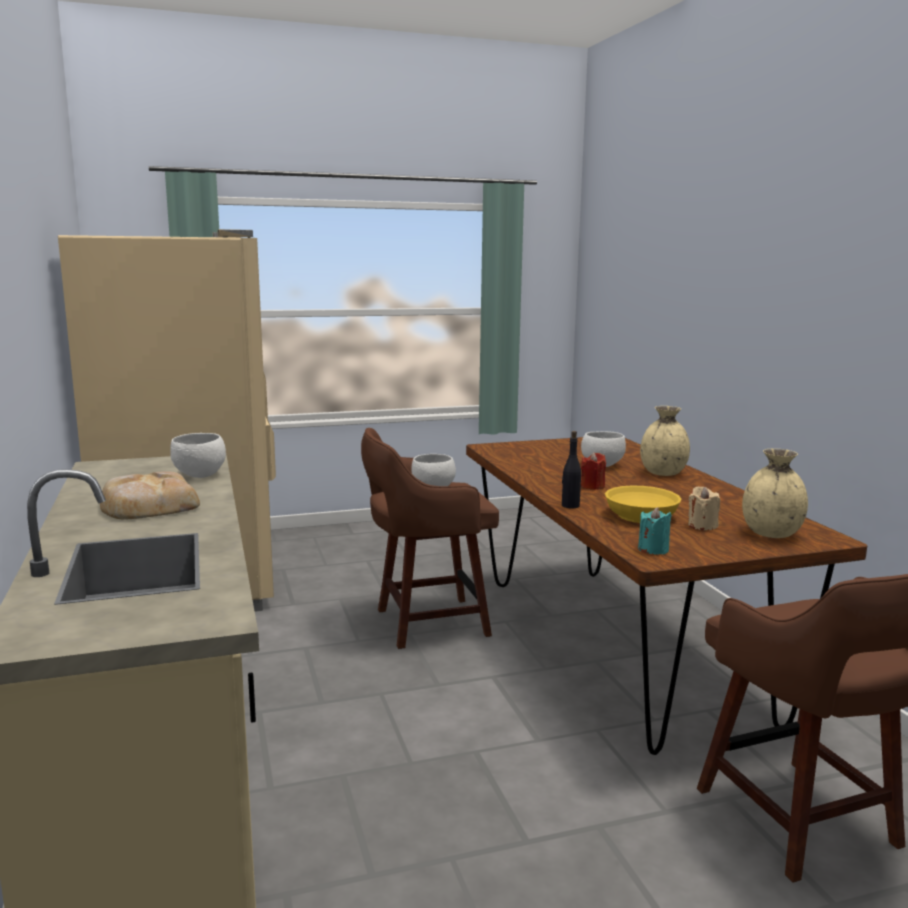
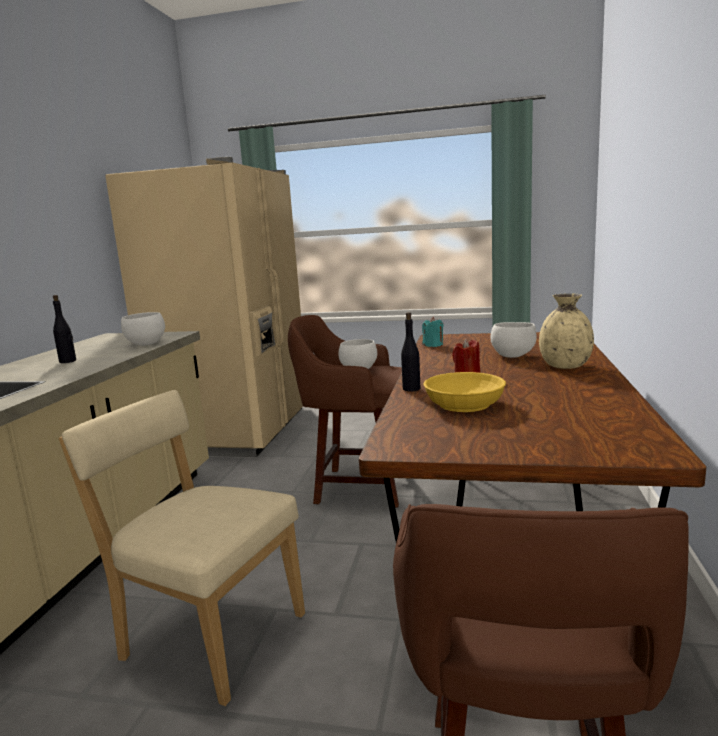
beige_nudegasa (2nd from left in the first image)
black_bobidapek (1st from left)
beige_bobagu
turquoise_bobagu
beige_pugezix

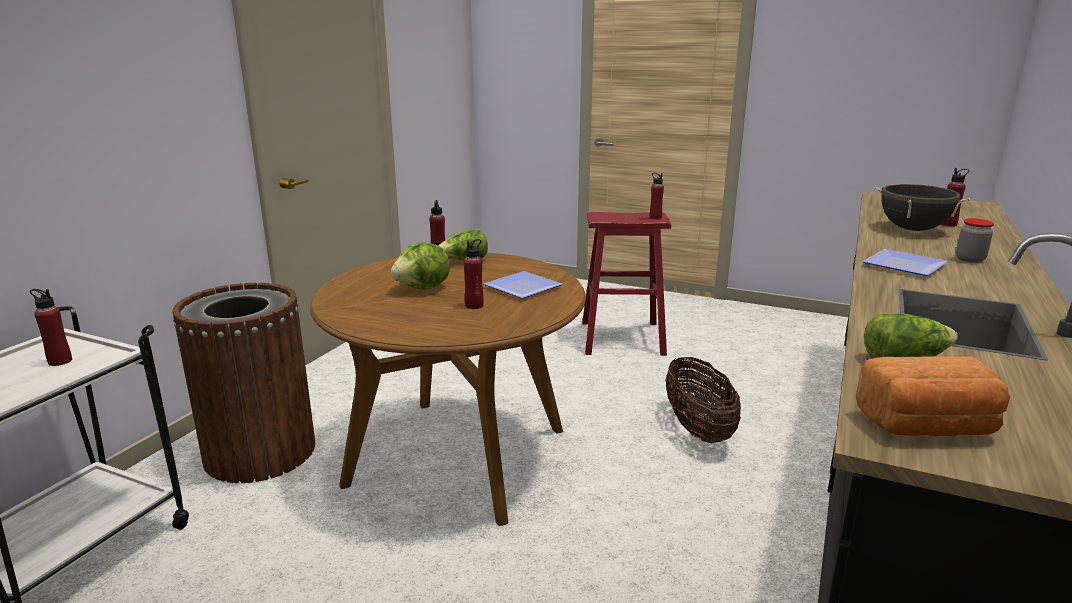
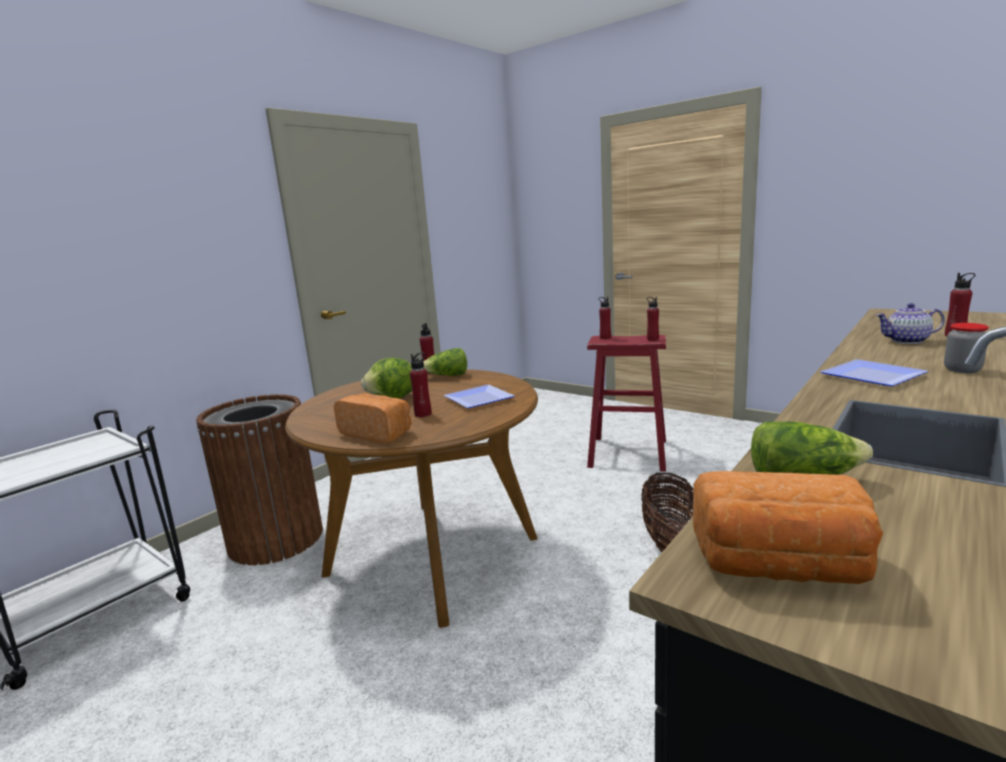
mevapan
red_bobidapek (3rd from left)
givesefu (1st from left)

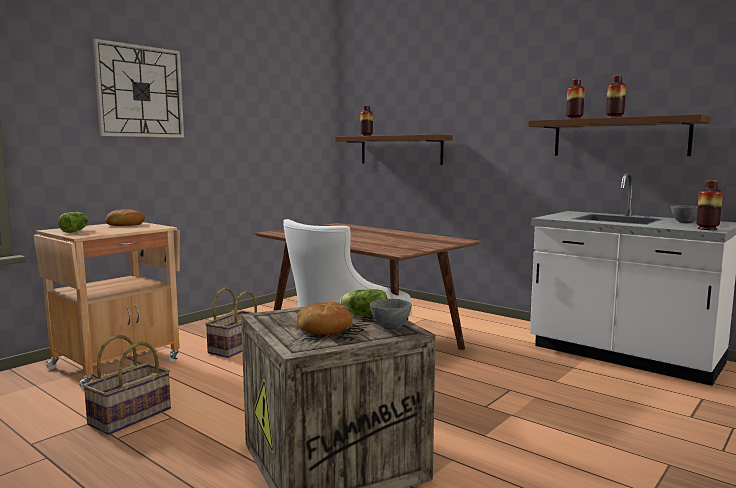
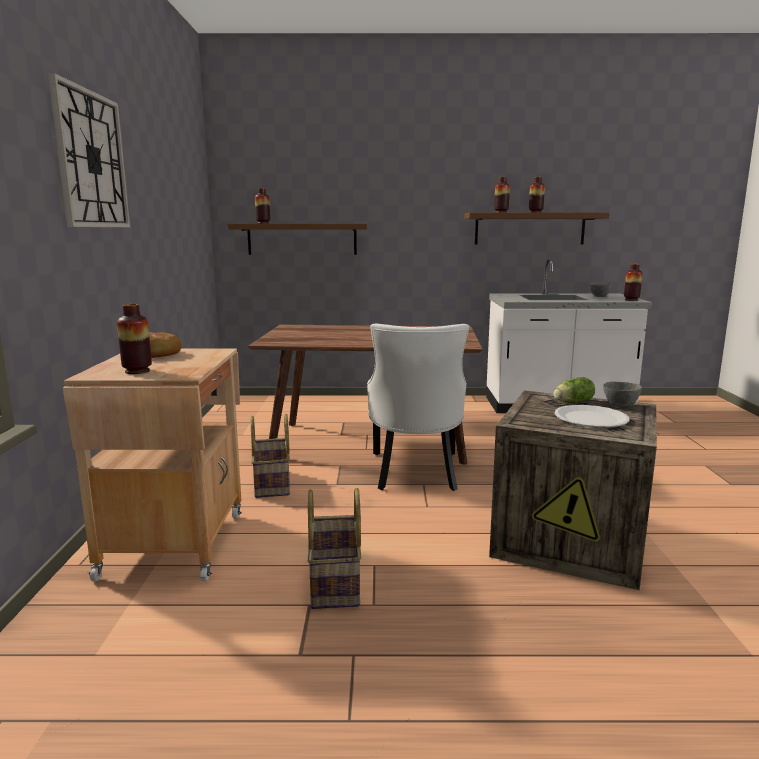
nudegasa (1st from left)
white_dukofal

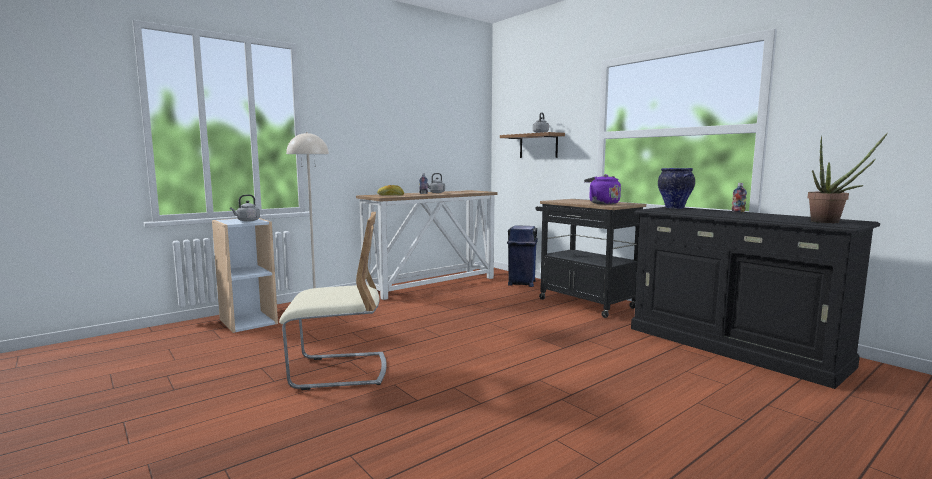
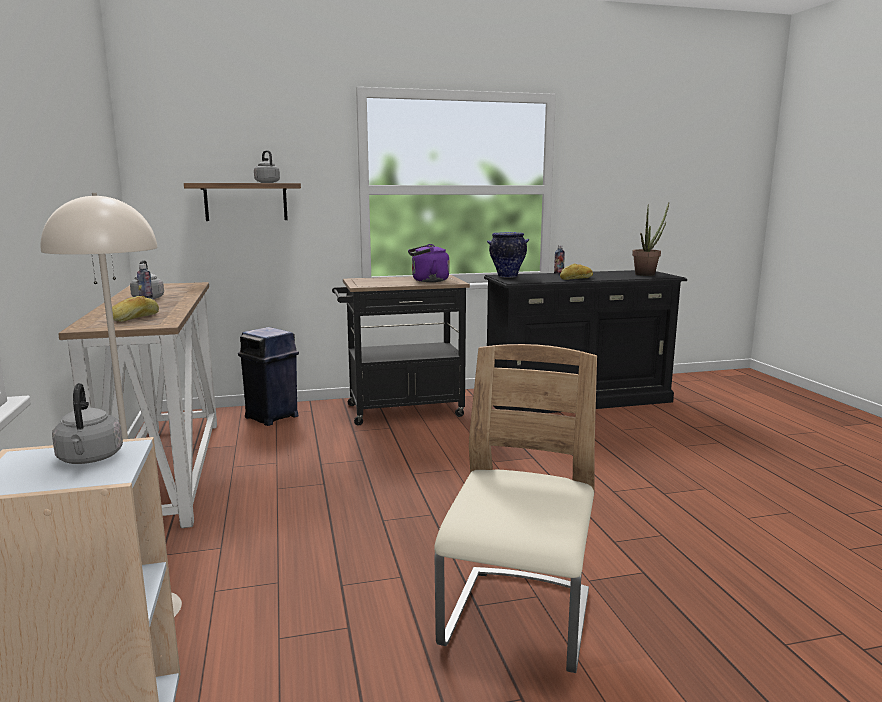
givesefu (2nd from left)

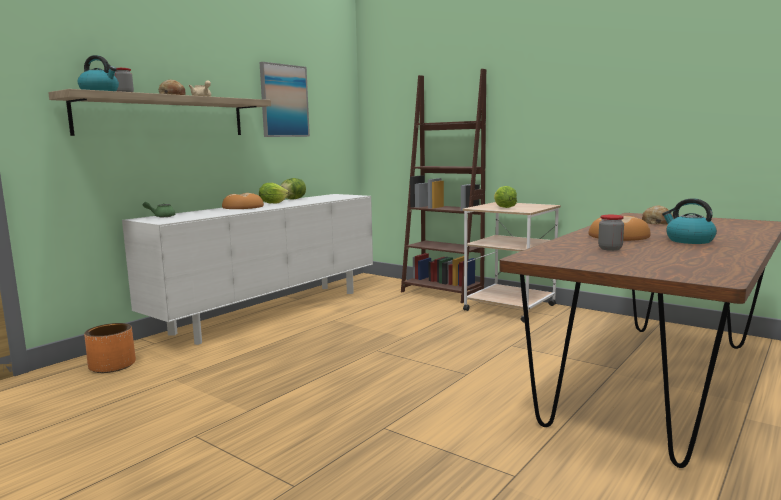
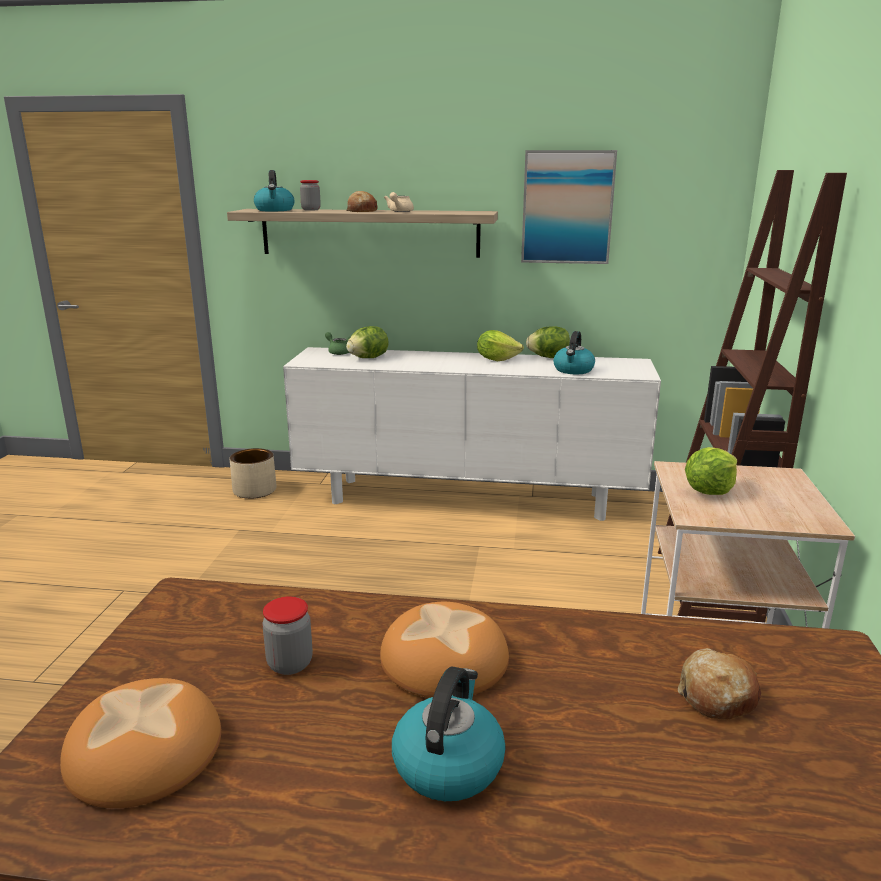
givesefu (1st from left)
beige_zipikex
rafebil (1st from left)
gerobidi (3rd from left)

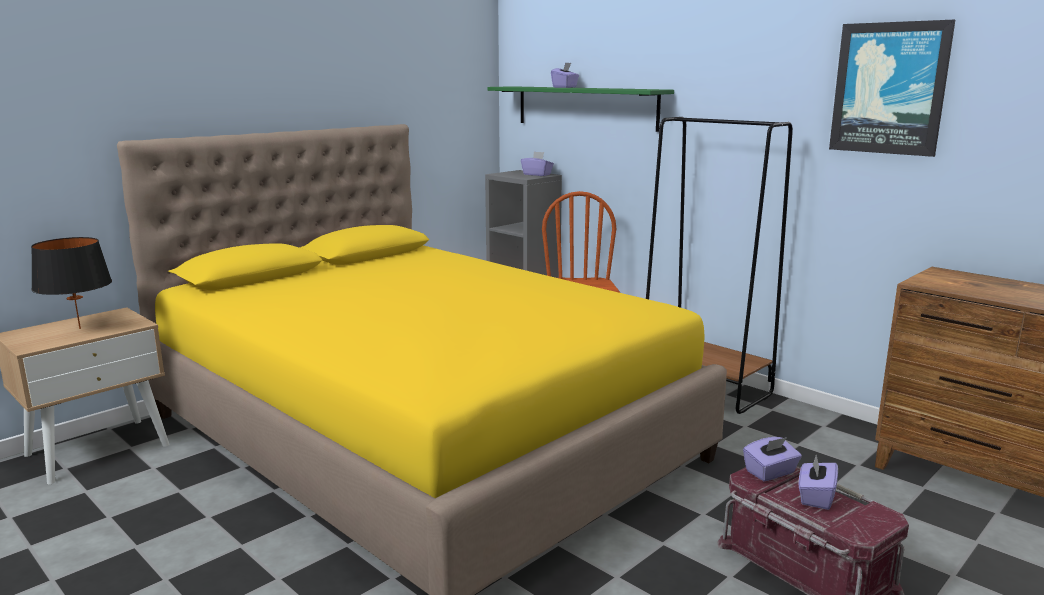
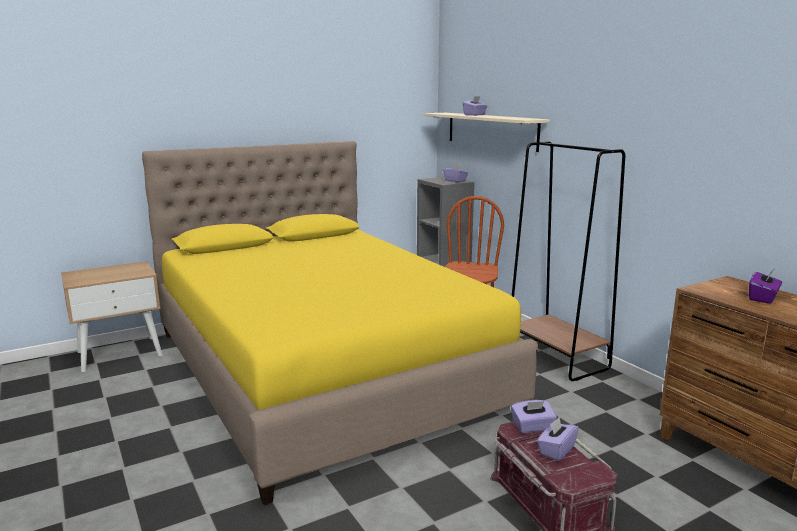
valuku
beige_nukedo
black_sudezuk
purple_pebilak (5th from left)

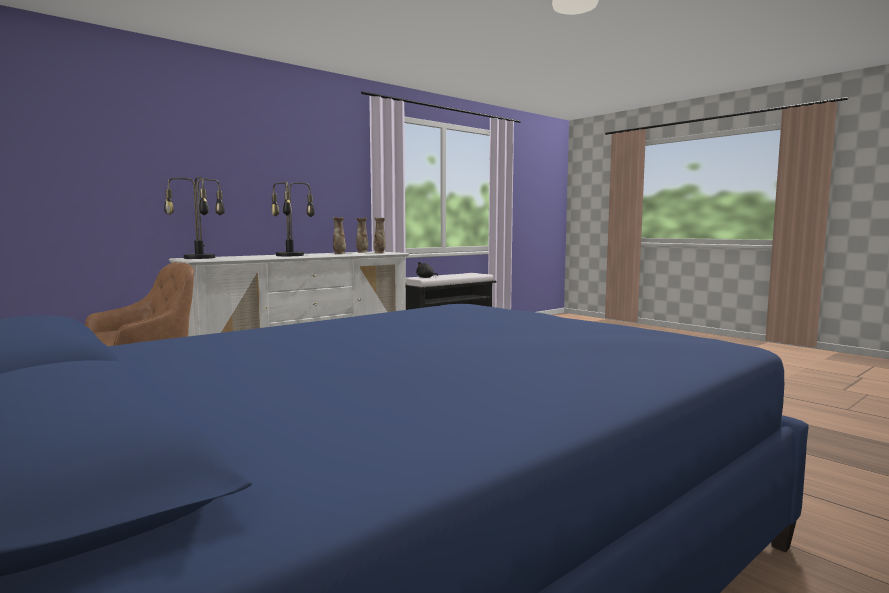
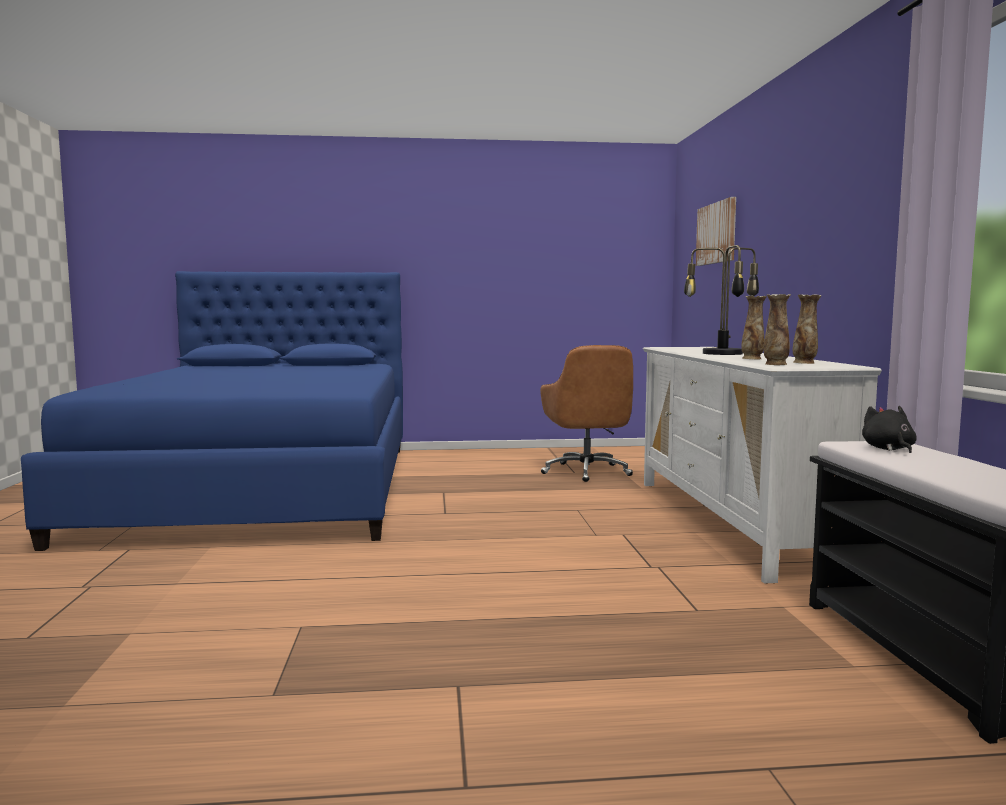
sudezuk (1st from left in the first image)
valuku

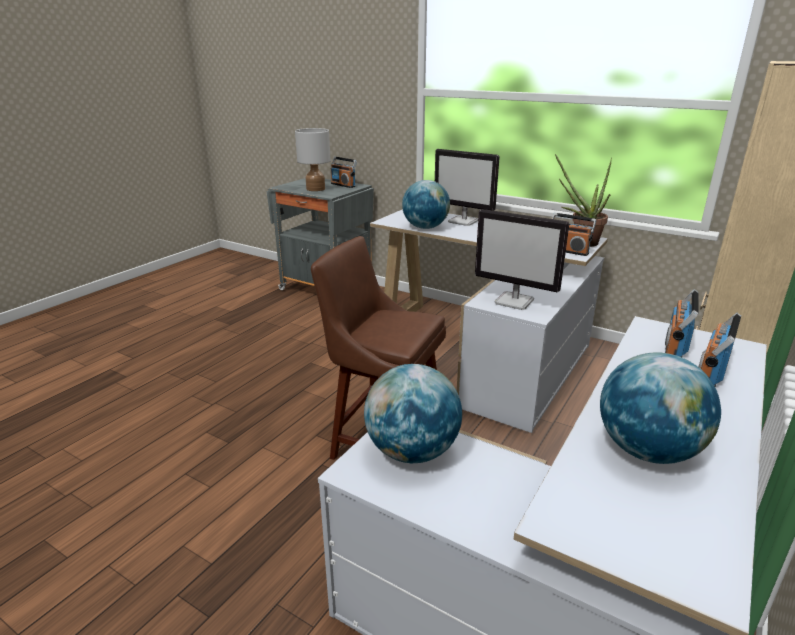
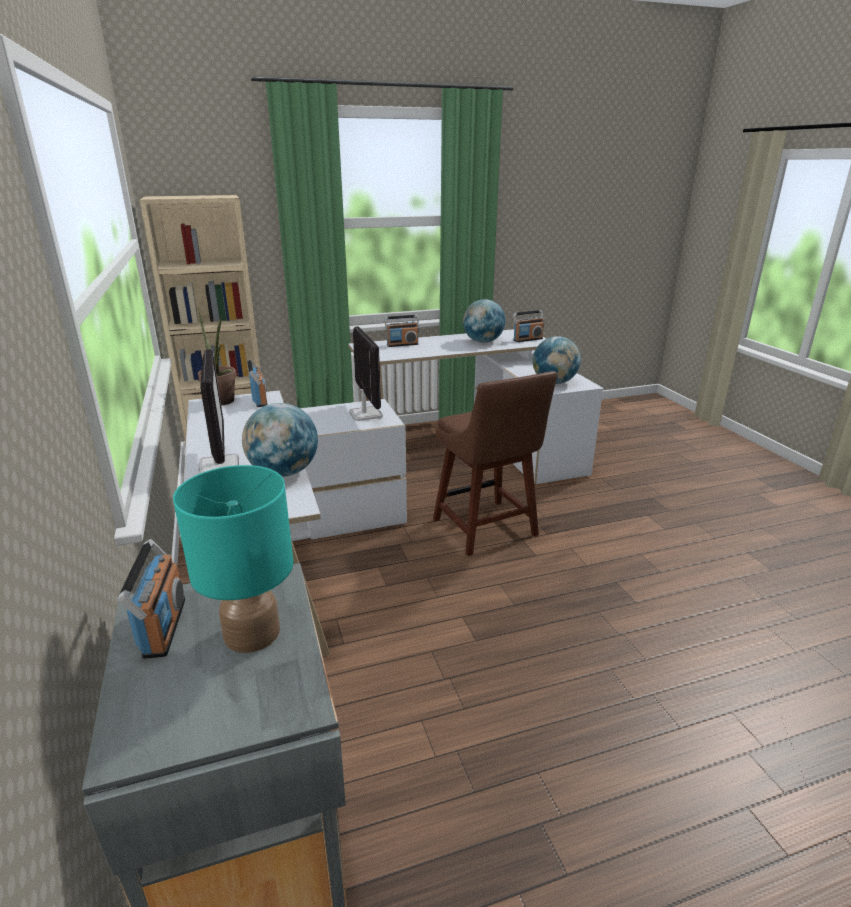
turquoise_sudezuk
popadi (4th from left)

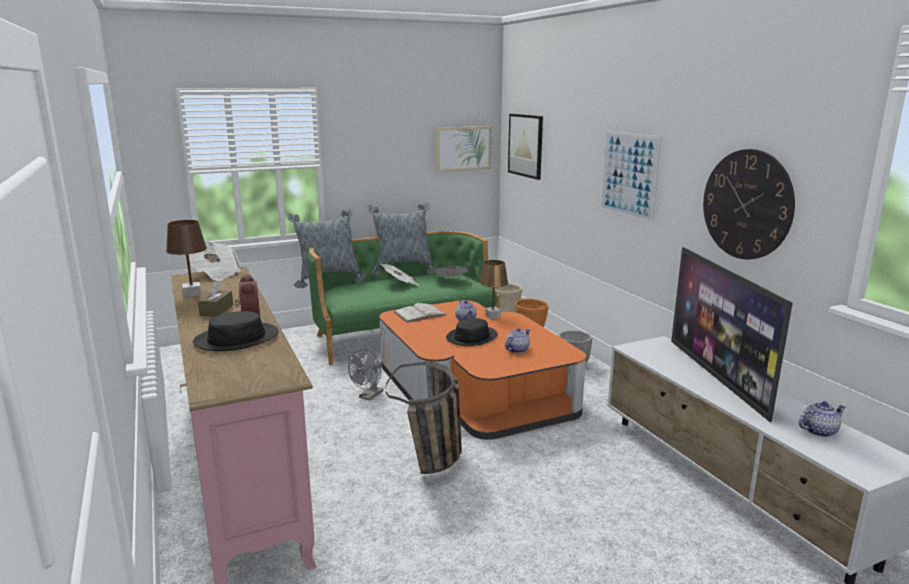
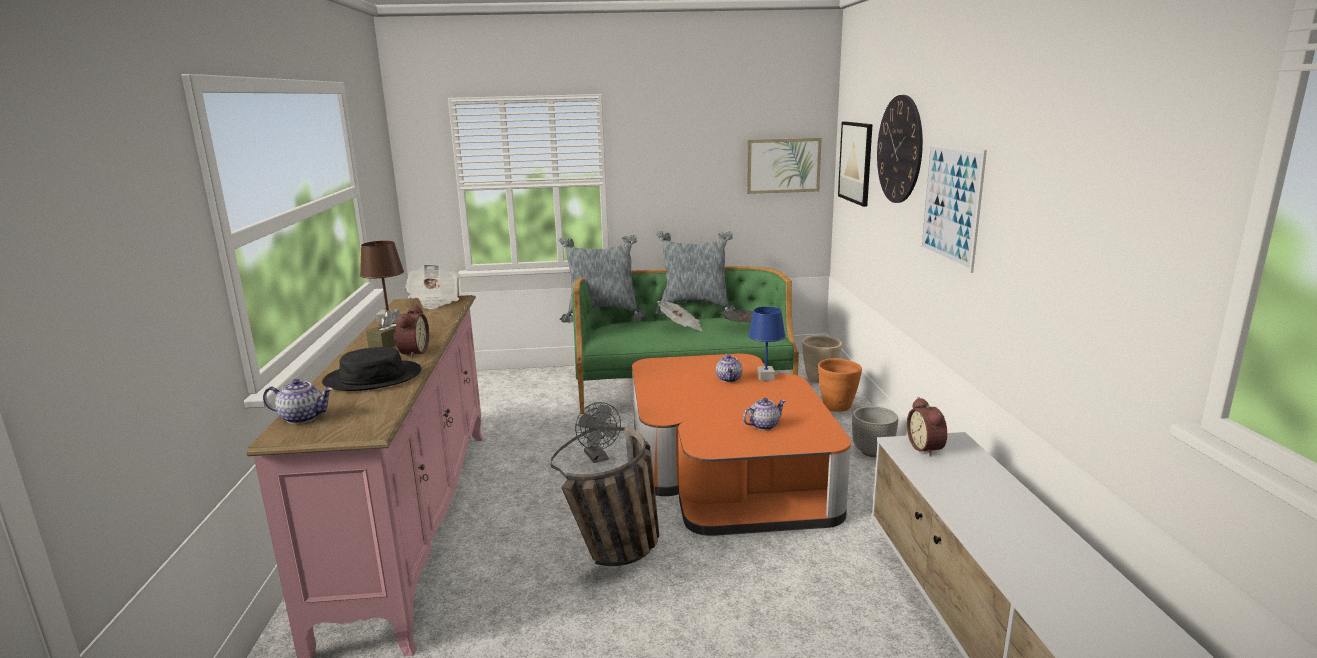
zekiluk
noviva
blue_sudezuk
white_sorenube
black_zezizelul (2nd from left in the first image)
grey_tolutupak
mevapan (1st from left)
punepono (2nd from left)

